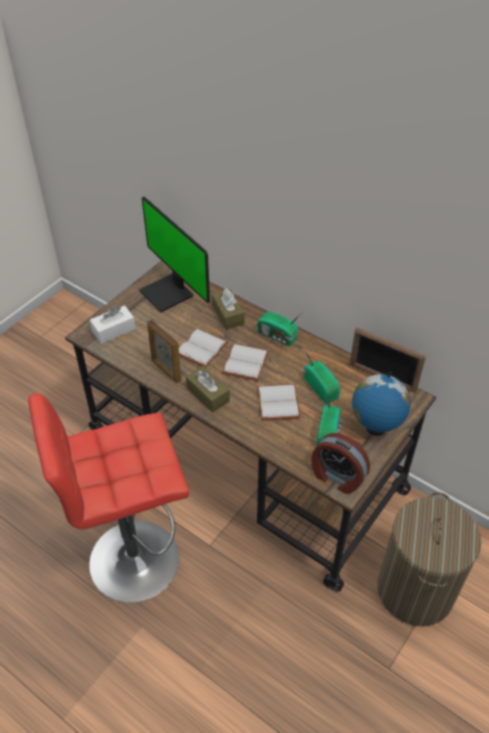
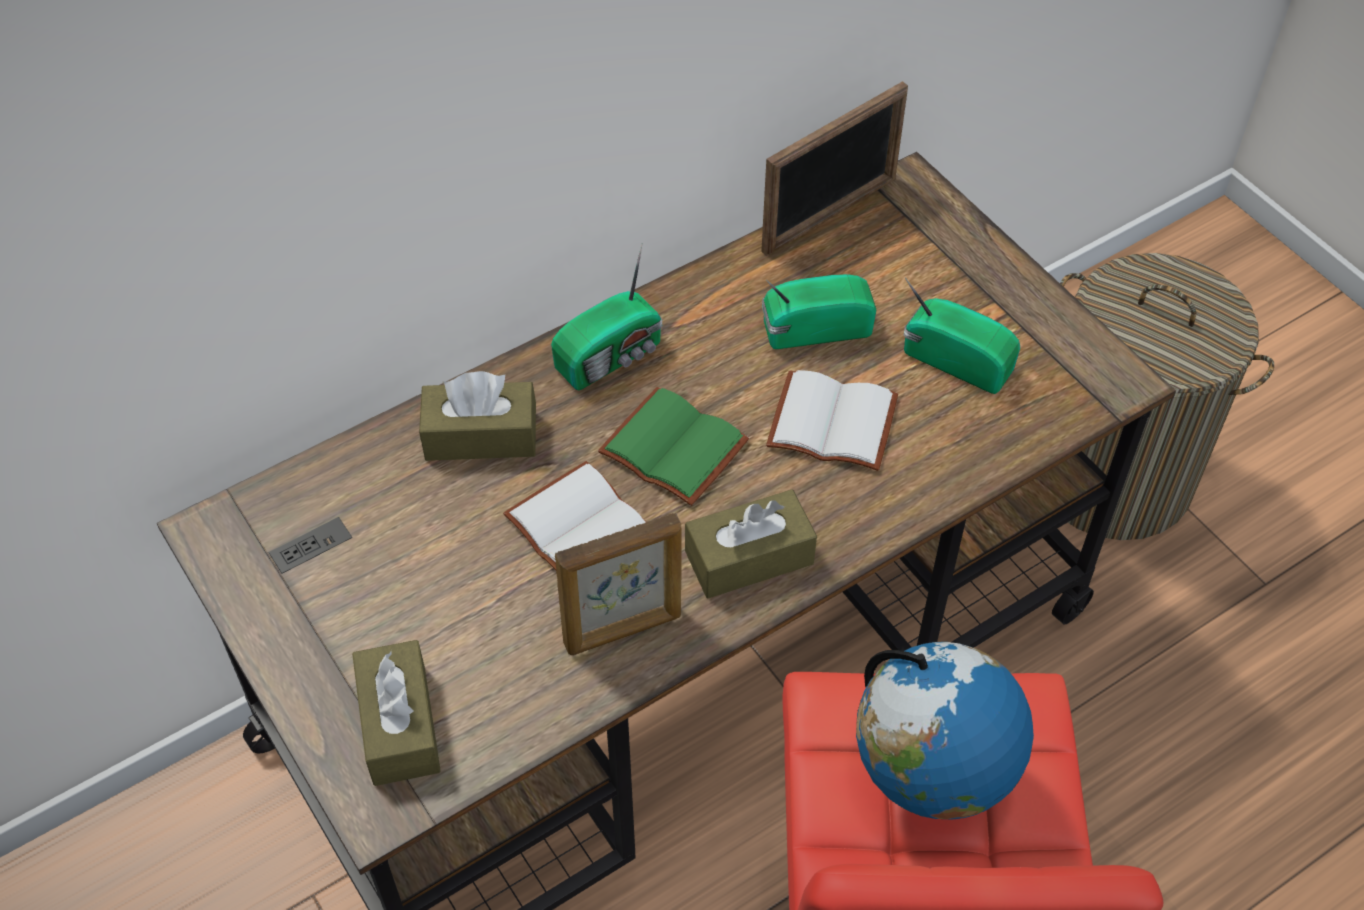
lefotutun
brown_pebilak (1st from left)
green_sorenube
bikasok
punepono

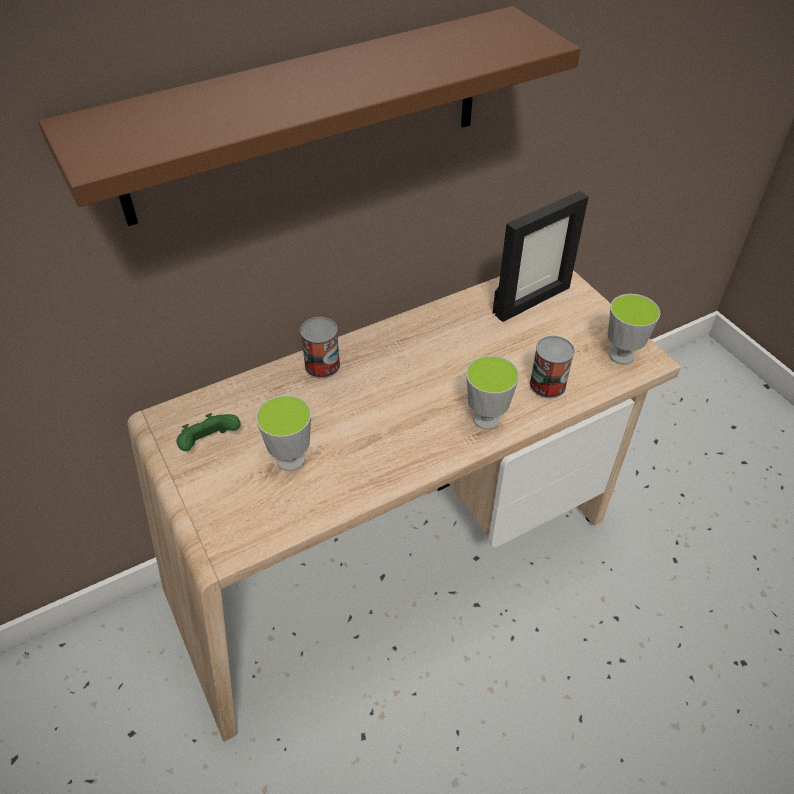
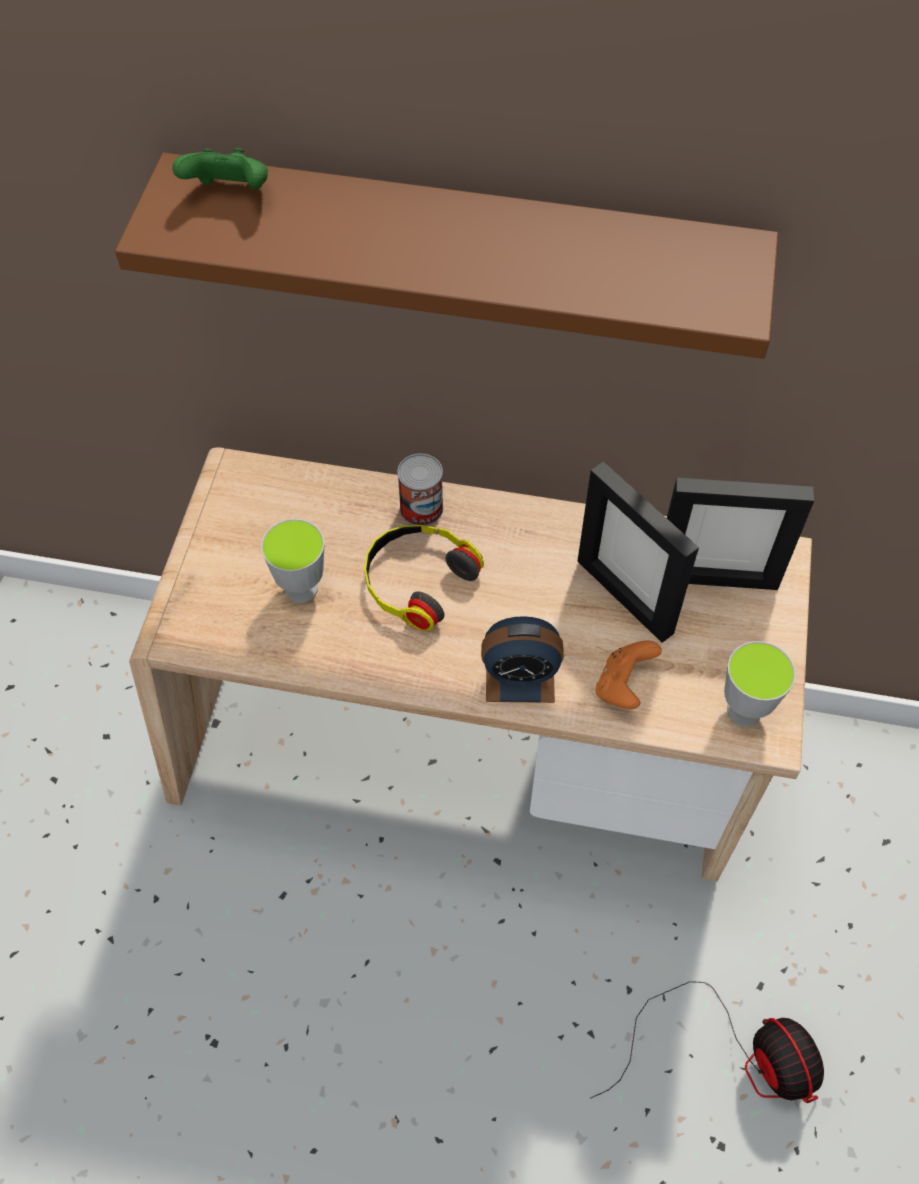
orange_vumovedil
punepono
green_vumovedil
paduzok (1st from left)
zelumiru
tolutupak

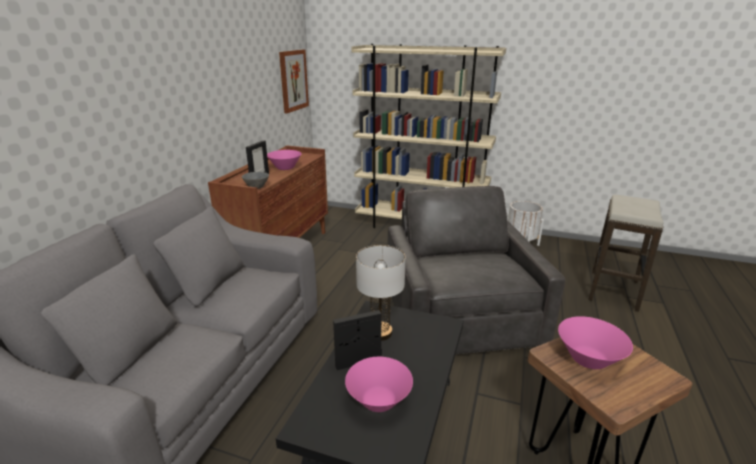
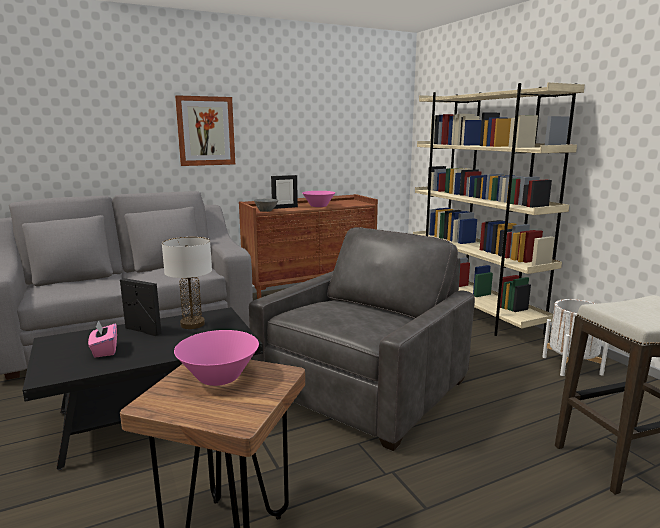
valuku
pink_pebilak

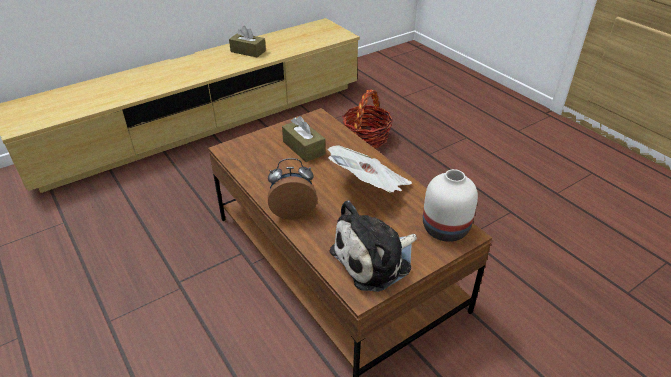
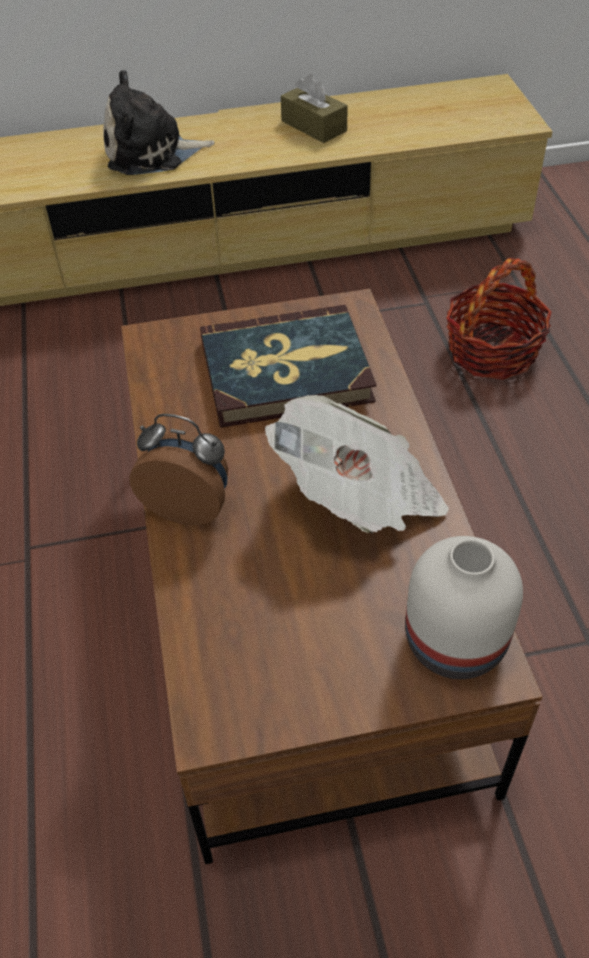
sorenube
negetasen

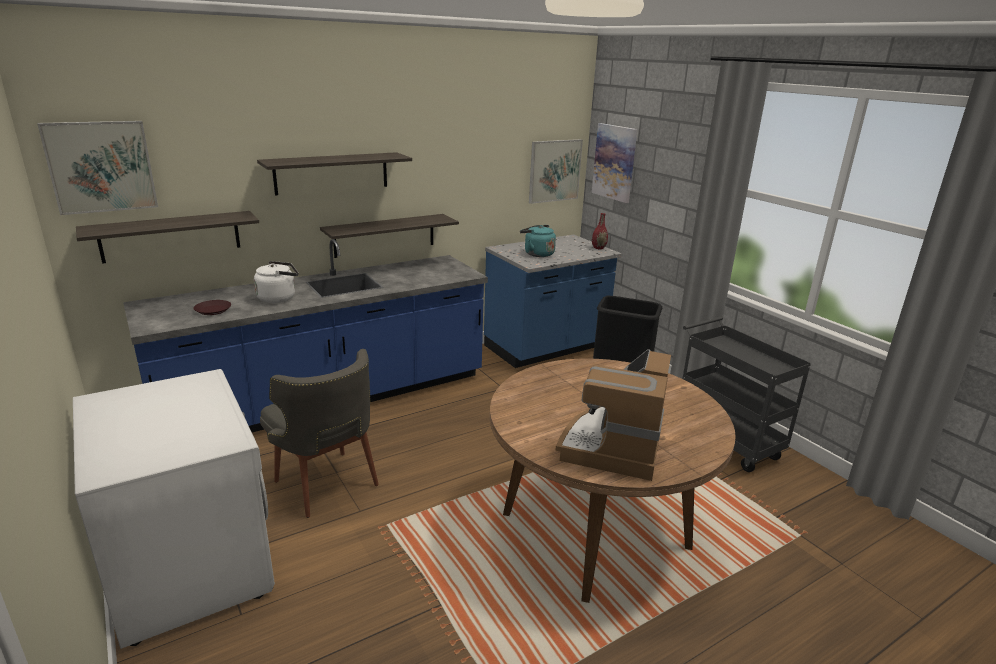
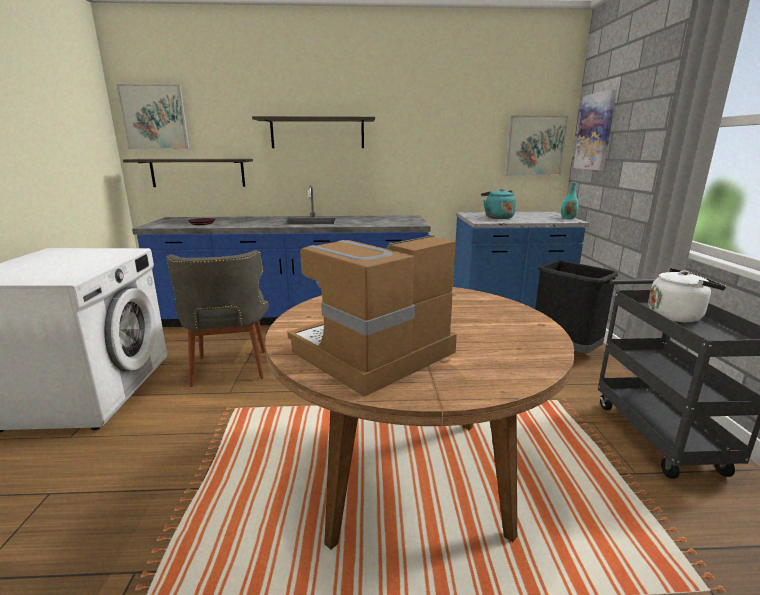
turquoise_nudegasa
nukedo (3rd from left in the first image)
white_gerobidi

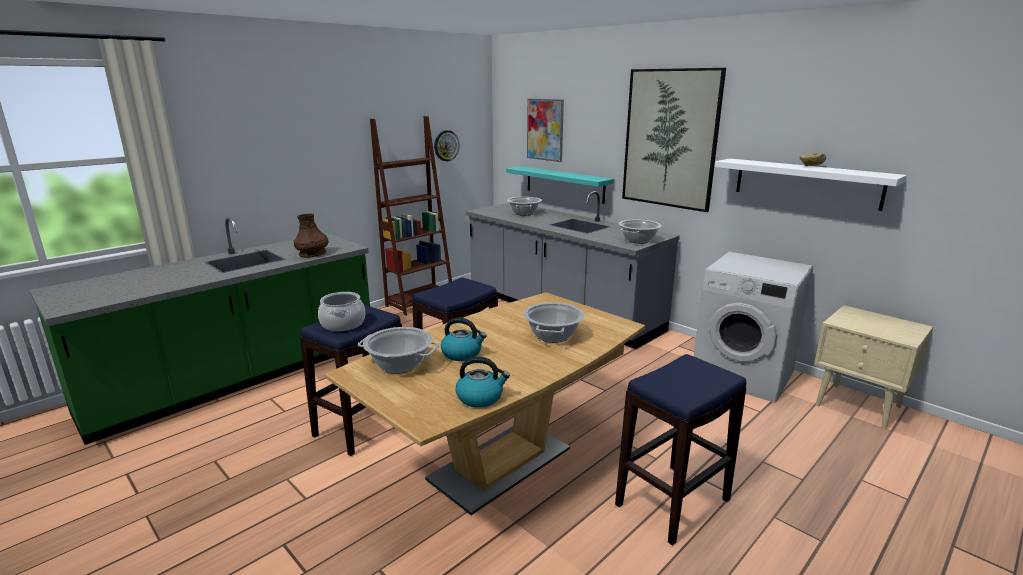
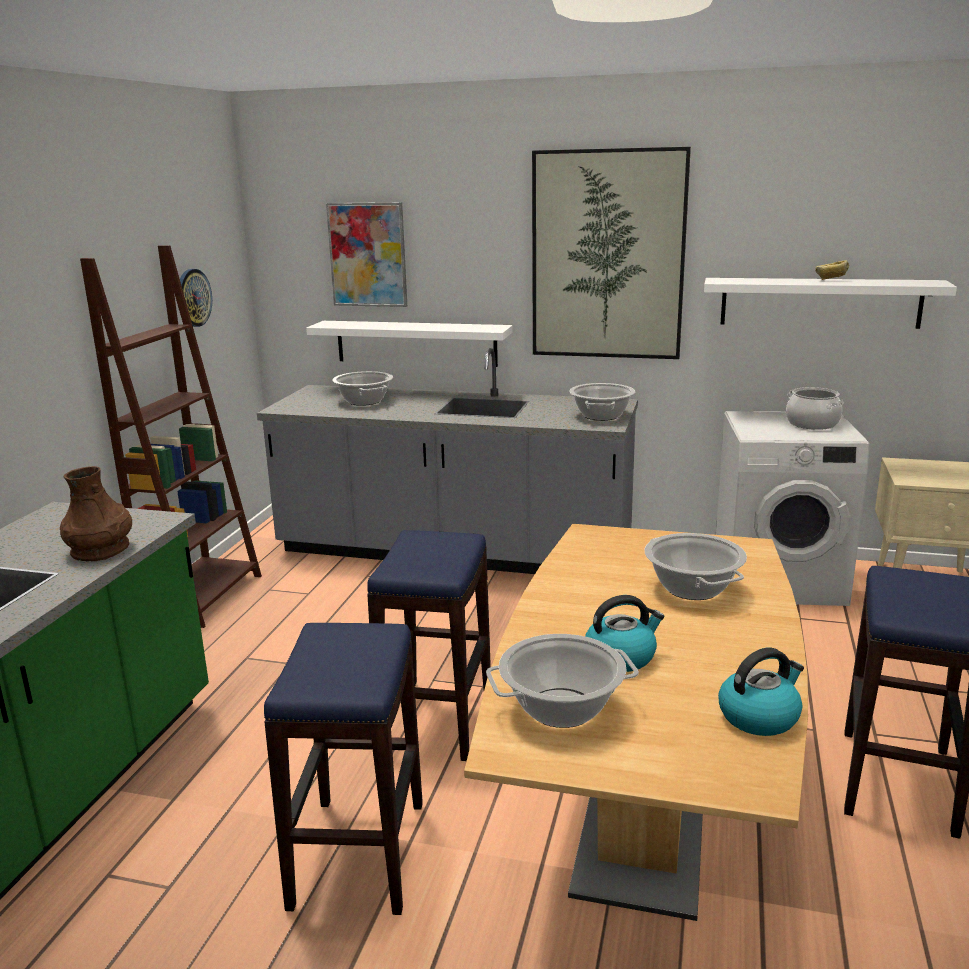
white_nukedo (1st from left)
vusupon (5th from left)

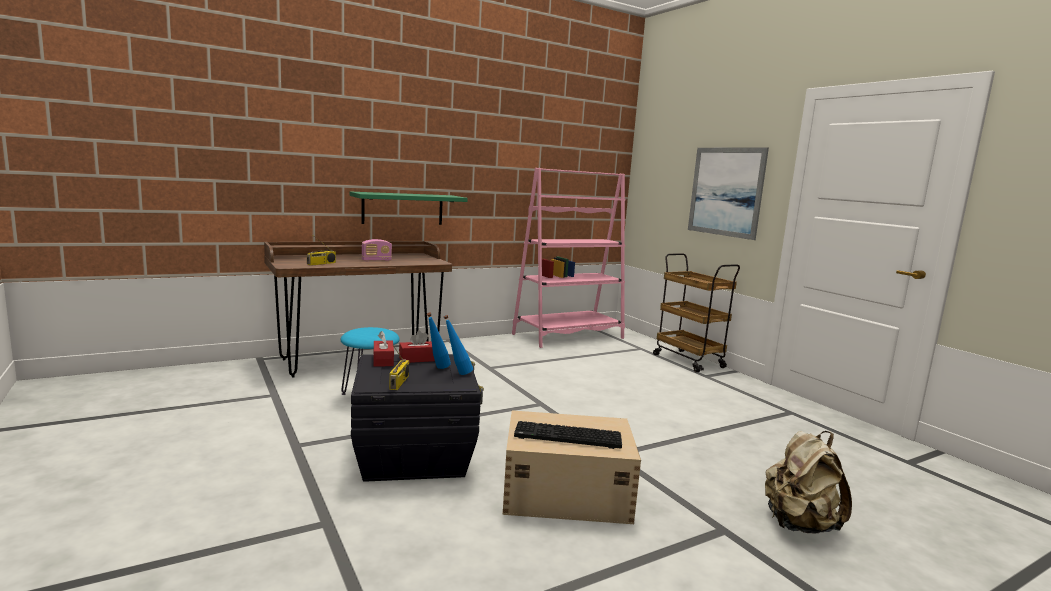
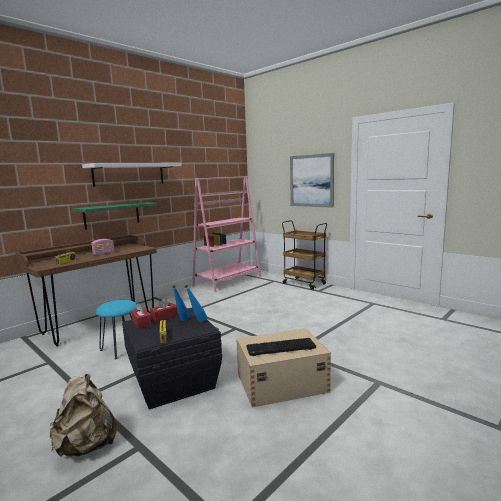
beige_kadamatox
white_nukedo

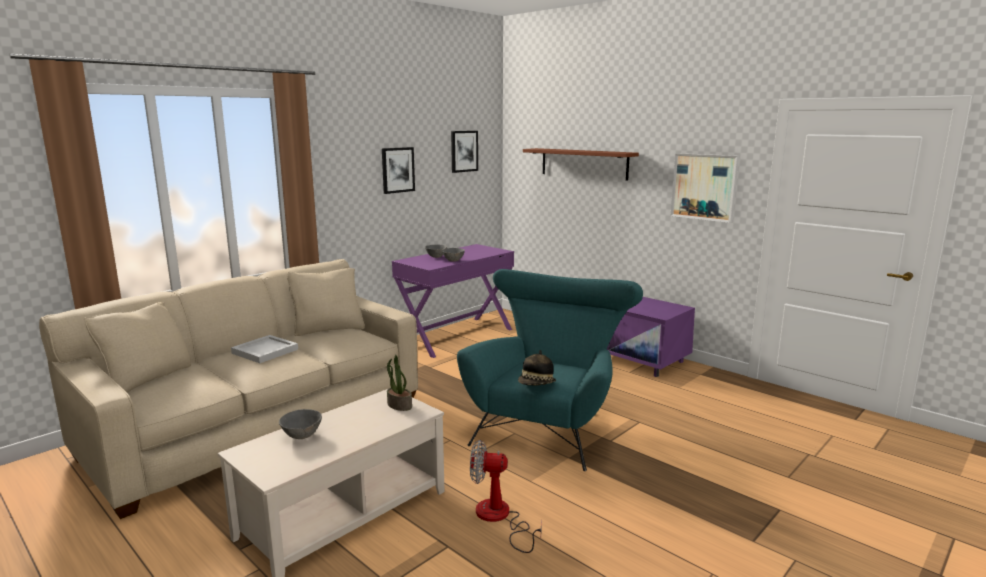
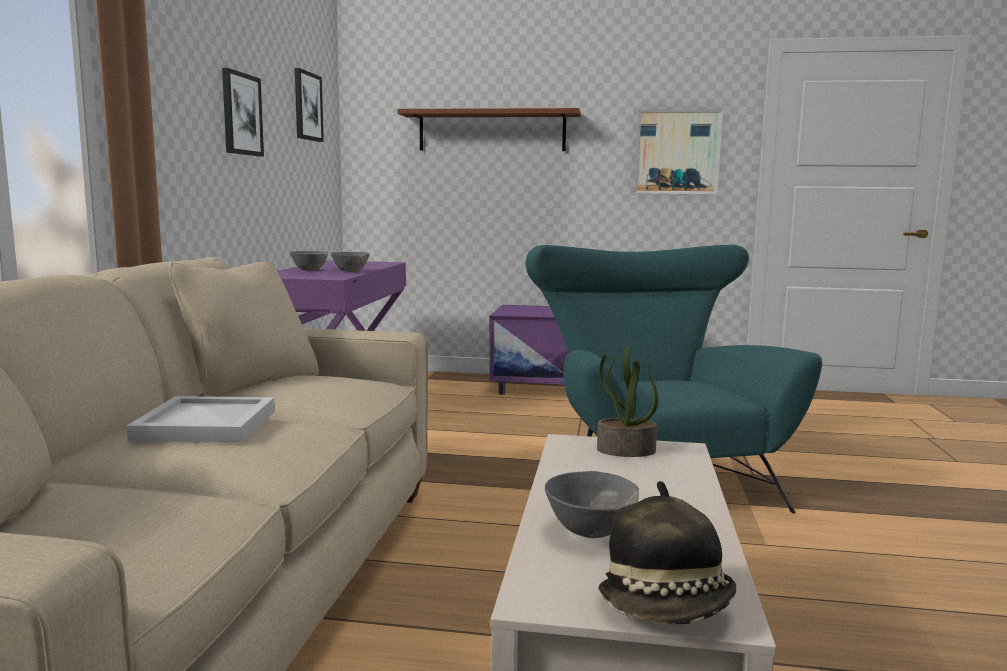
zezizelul
tolutupak

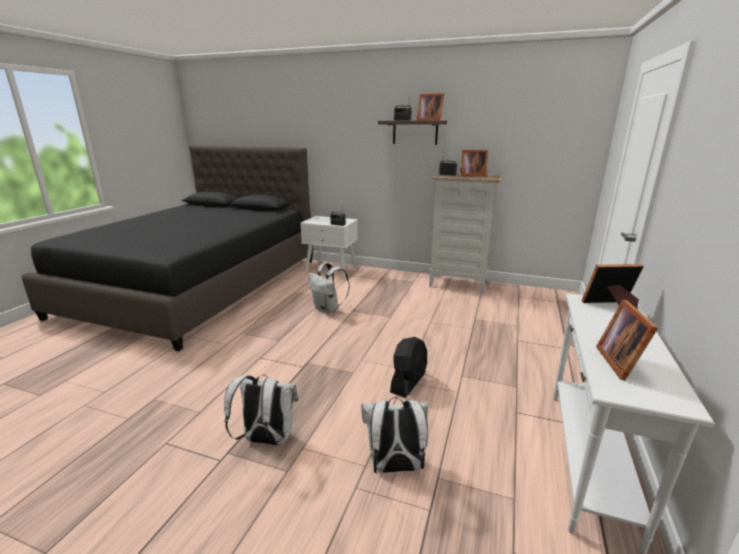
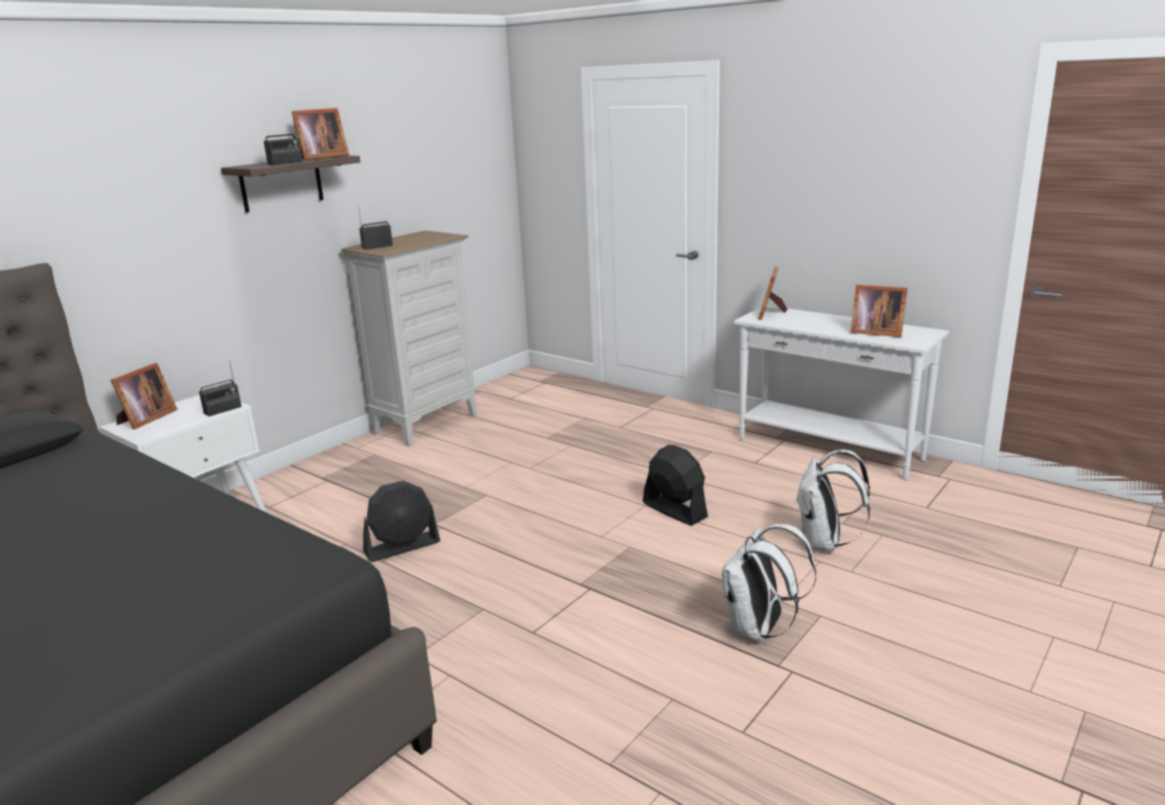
paduzok (1st from left)
black_tolutupak (1st from left)

